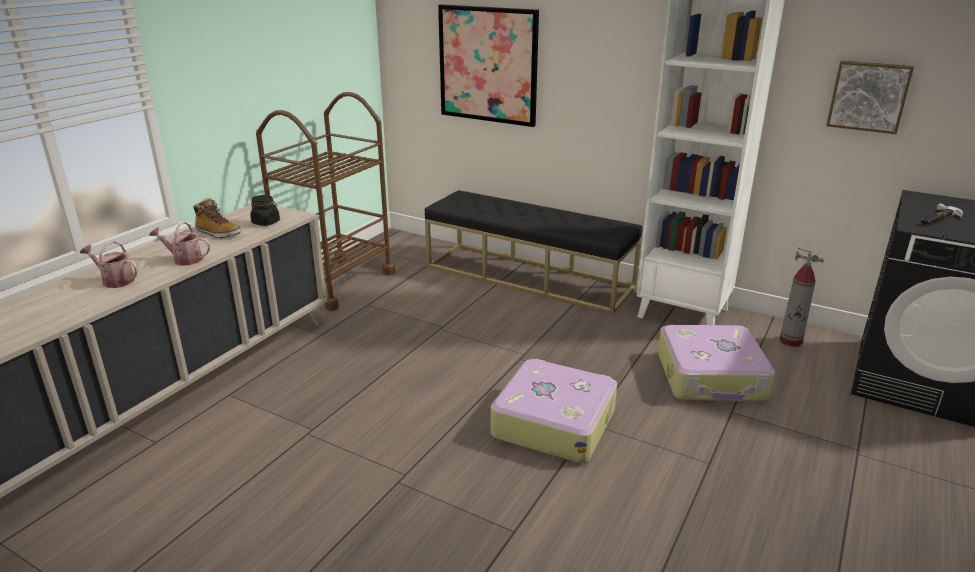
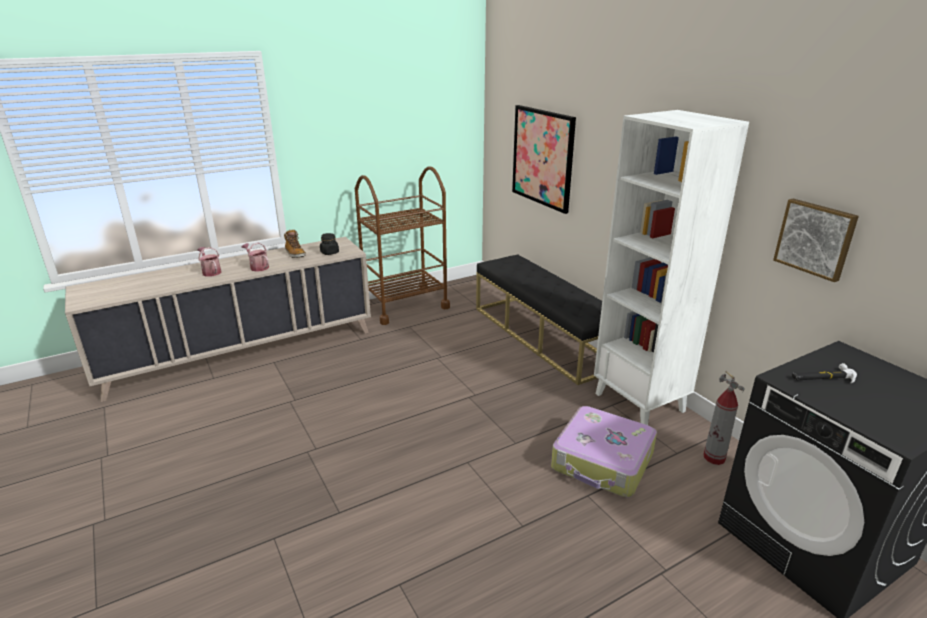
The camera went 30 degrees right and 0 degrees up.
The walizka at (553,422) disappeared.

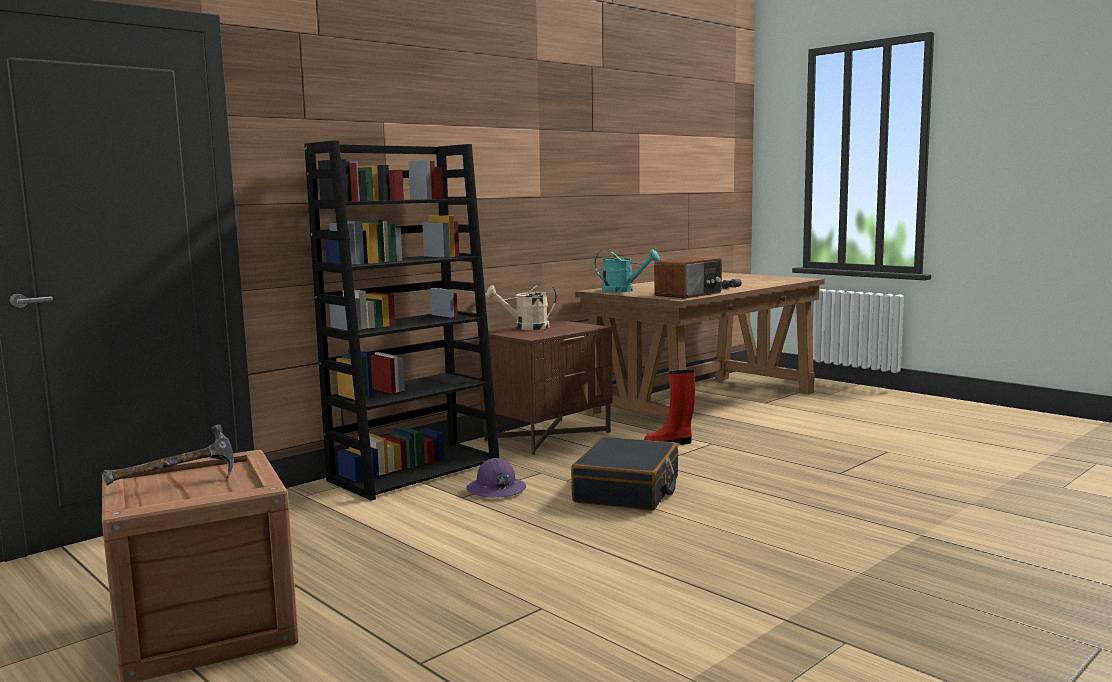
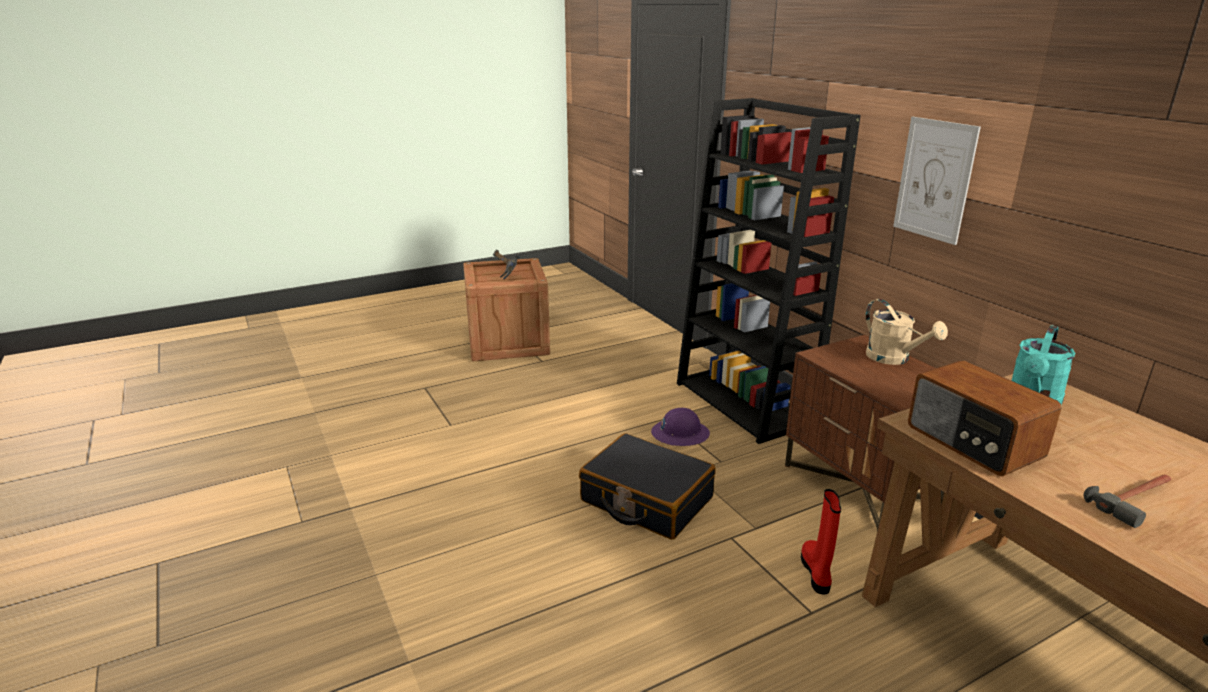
The camera went 105 degrees right and 15 degrees up.
The konewka [beżowy] at (526,328) turned 150 degrees clockwise.
The obraz at (934,180) appeared.

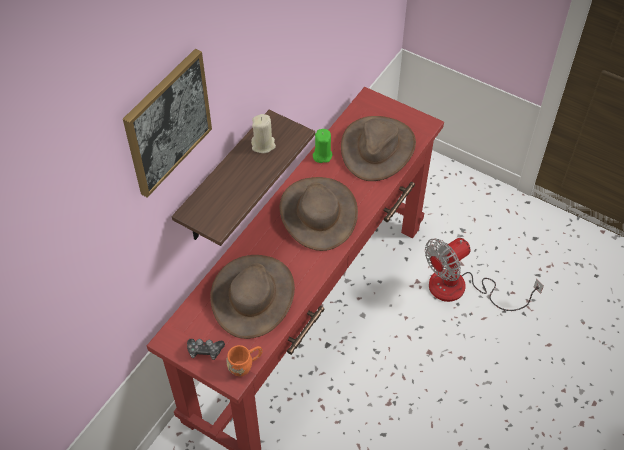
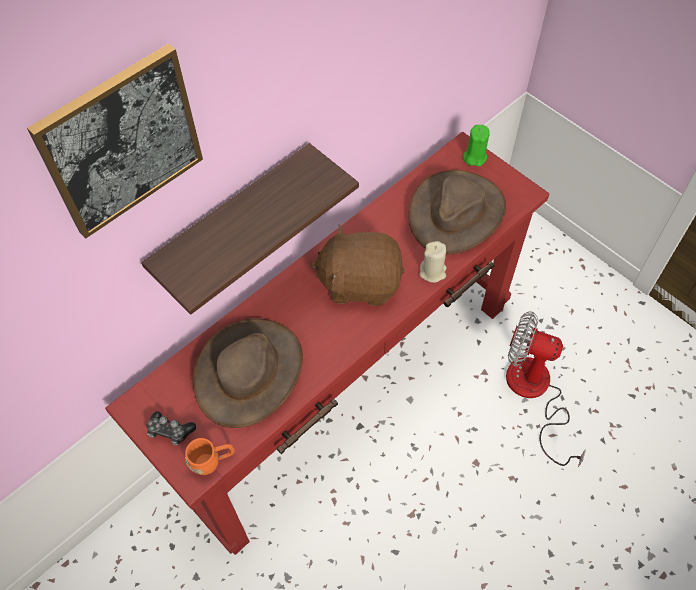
The camera went 15 degrees right and 5 degrees up.
The świeca [beżowy] moved from (263,145) to (433,272).
The kapelusz [brązowy] at (318,213) was replaced by the pluszak [brązowy] at (360,282).
The świeca [zielony] moved from (322,155) to (474,157).
The wentylator at (461,289) turned 45 degrees clockwise.

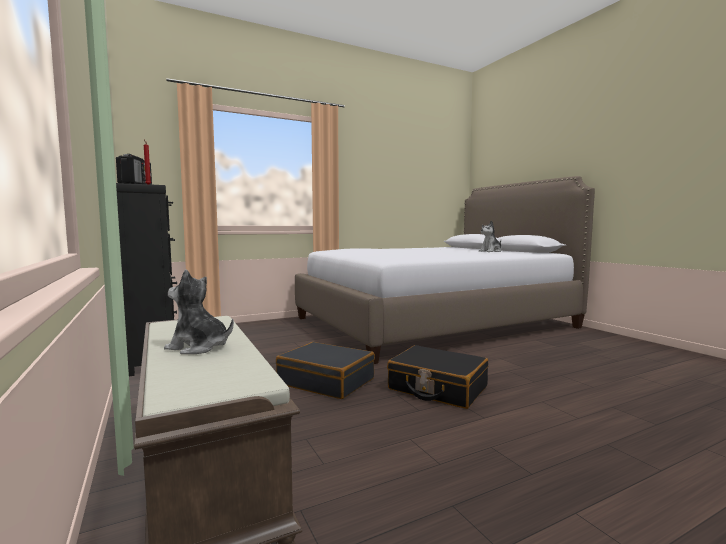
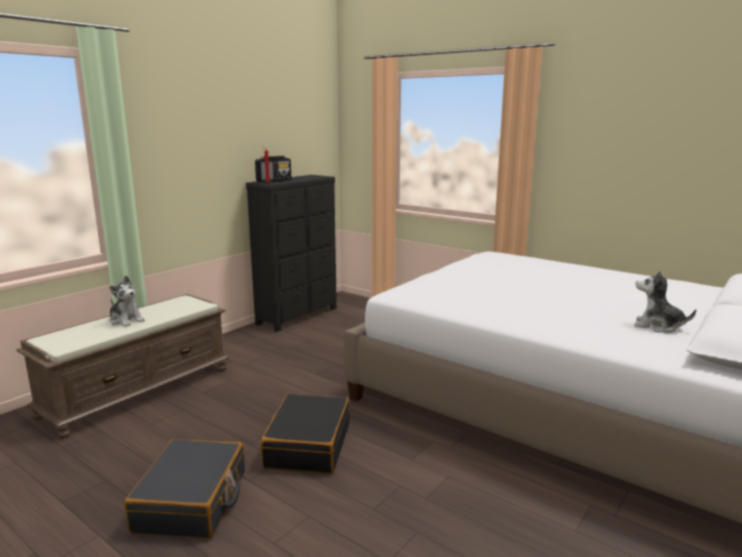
The camera went 65 degrees right and 10 degrees up.
The pluszak at (199,347) turned 135 degrees clockwise.
The walizka [czarny] moved from (326,381) to (192,501).

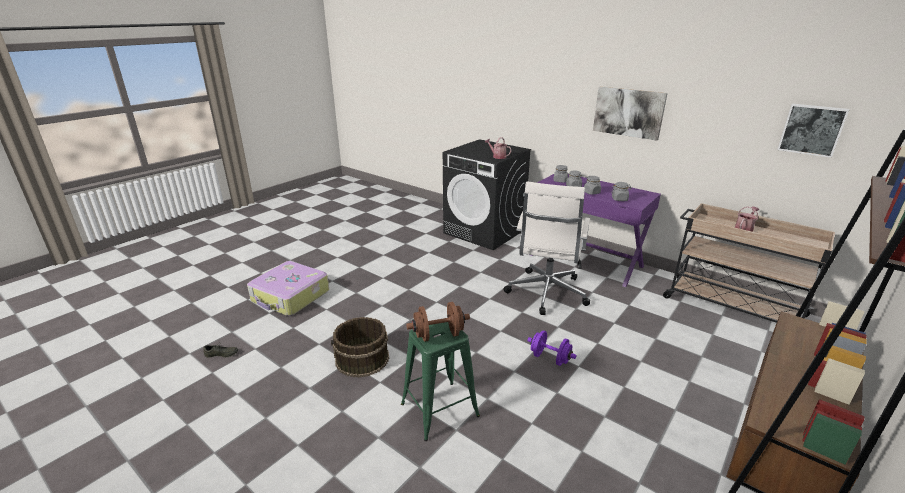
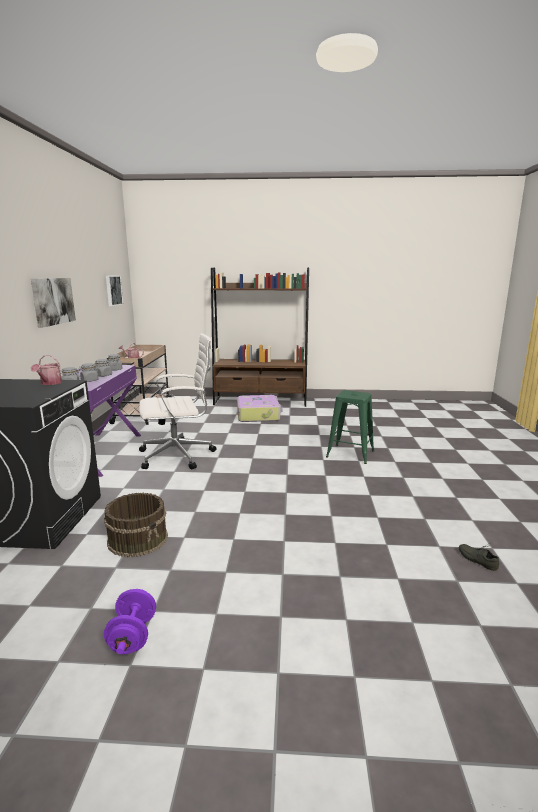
The camera went 125 degrees left and 10 degrees down.
The walizka moved from (290,297) to (258,415).
The wiadro [brązowy] moved from (362,359) to (138,539).
The hantel [brązowy] at (438,335) disappeared.
The hantel [fioletowy] moved from (550,358) to (133,636).

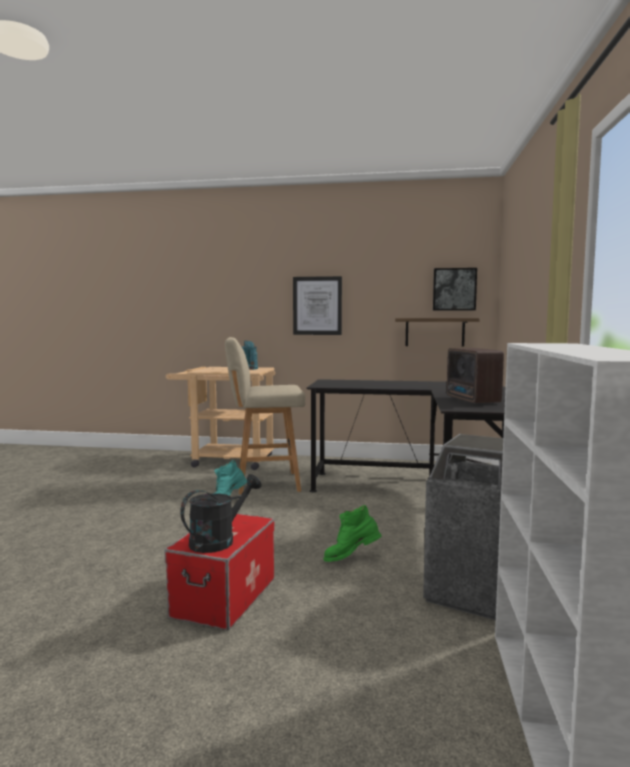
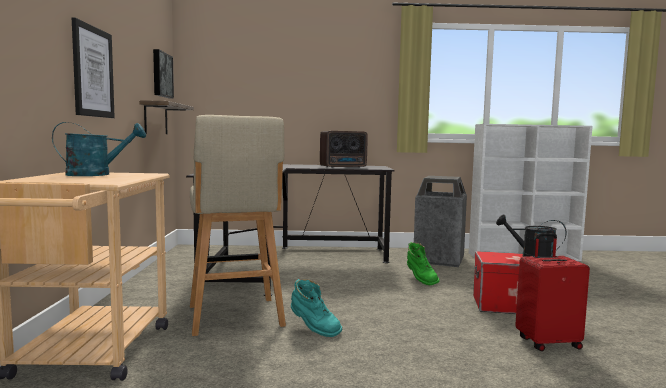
The camera went 100 degrees left and 0 degrees up.
The walizka [czerwony] at (547,343) appeared.

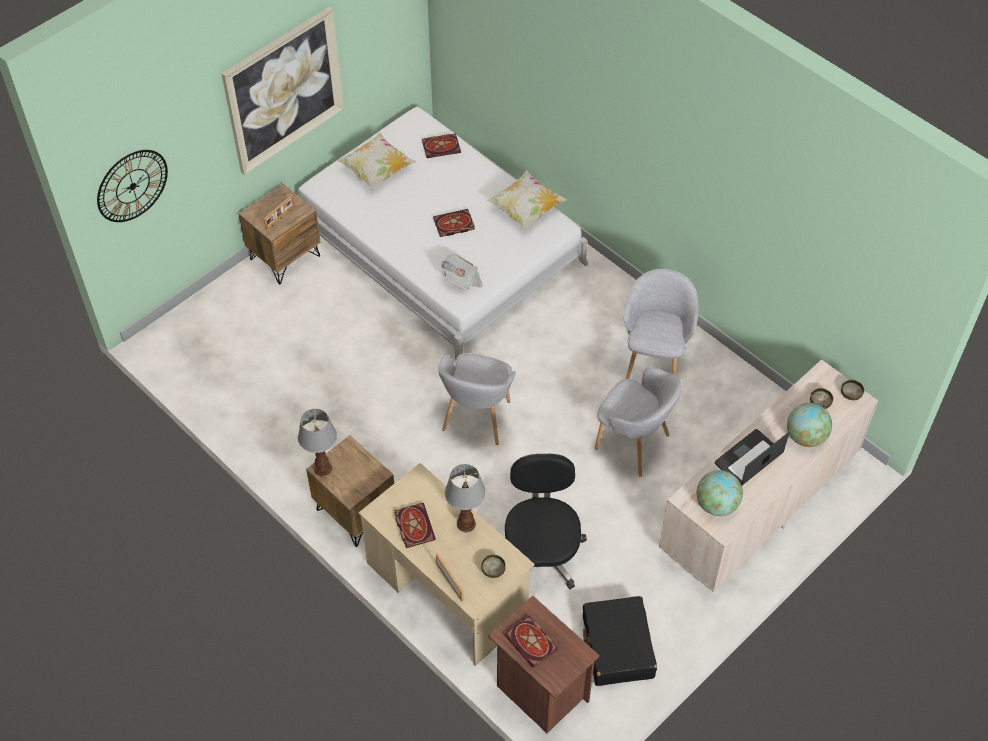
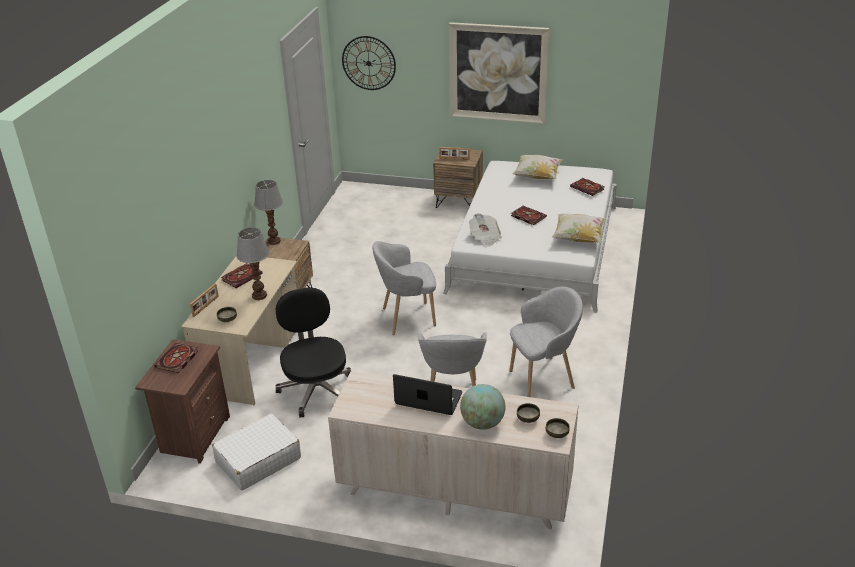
The camera went 60 degrees right and 20 degrees down.
The krzesło biurowe [czarny] at (541,552) turned 75 degrees counterclockwise.
The walizka [czarny] at (617,647) became the walizka [biały] at (258,460).
The globus at (716,504) disappeared.

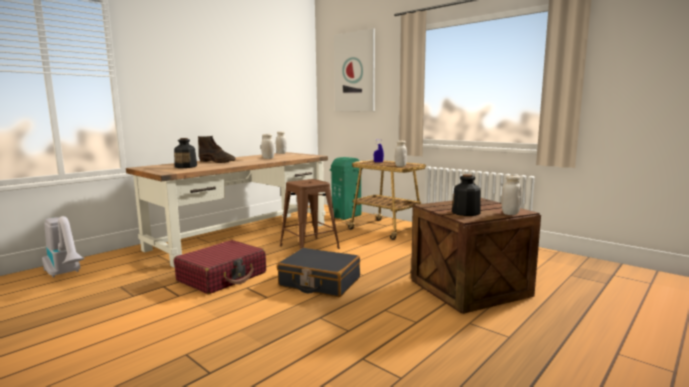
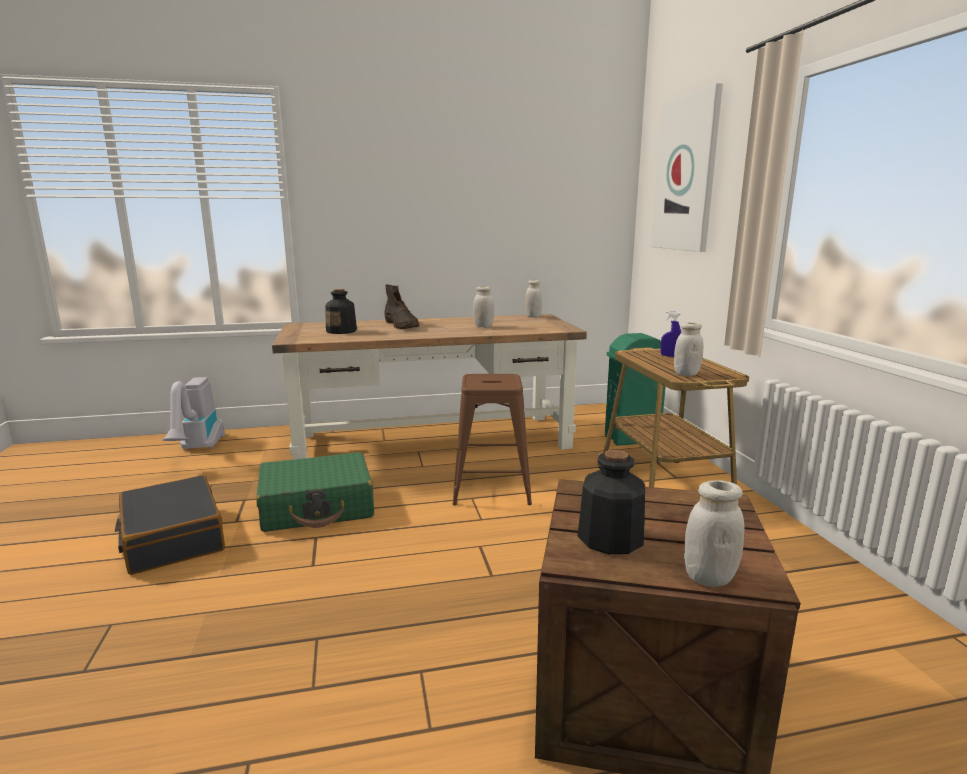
The camera went 35 degrees right and 5 degrees up.
The walizka [czerwony] at (222,277) became the walizka [zielony] at (317,507).
The walizka [czarny] moved from (319,282) to (172,538).

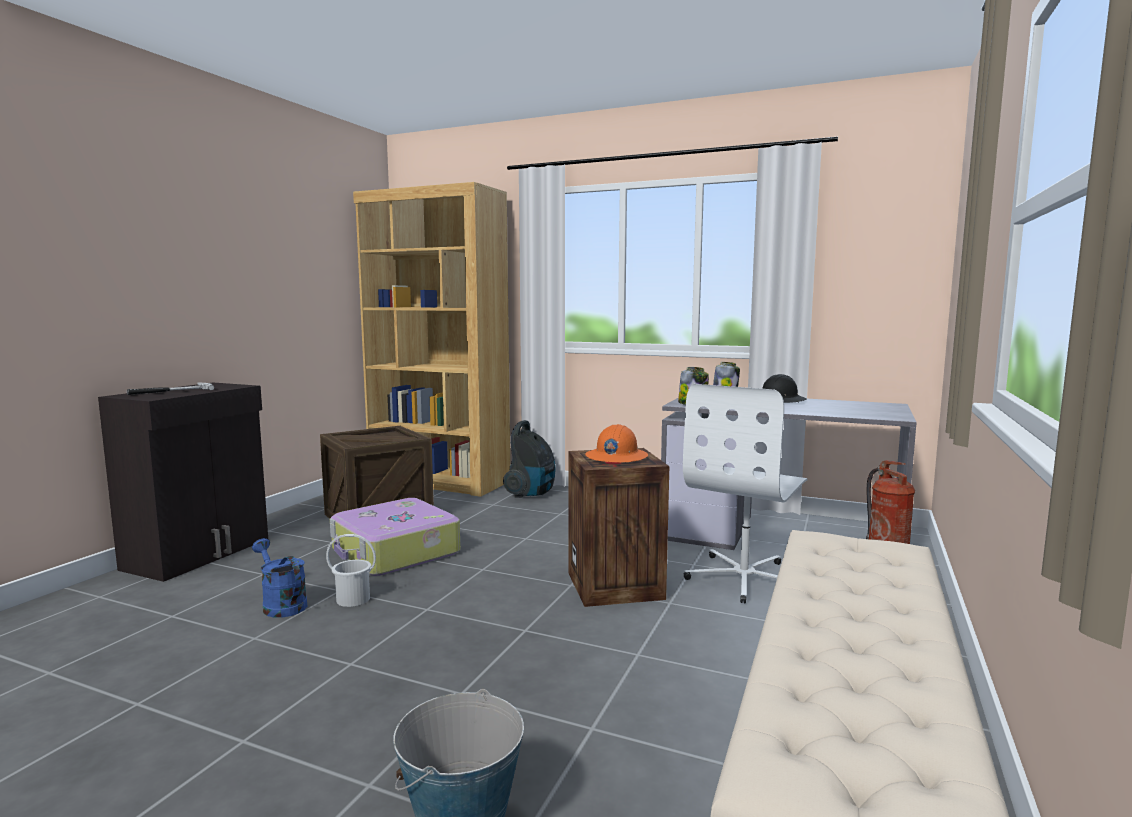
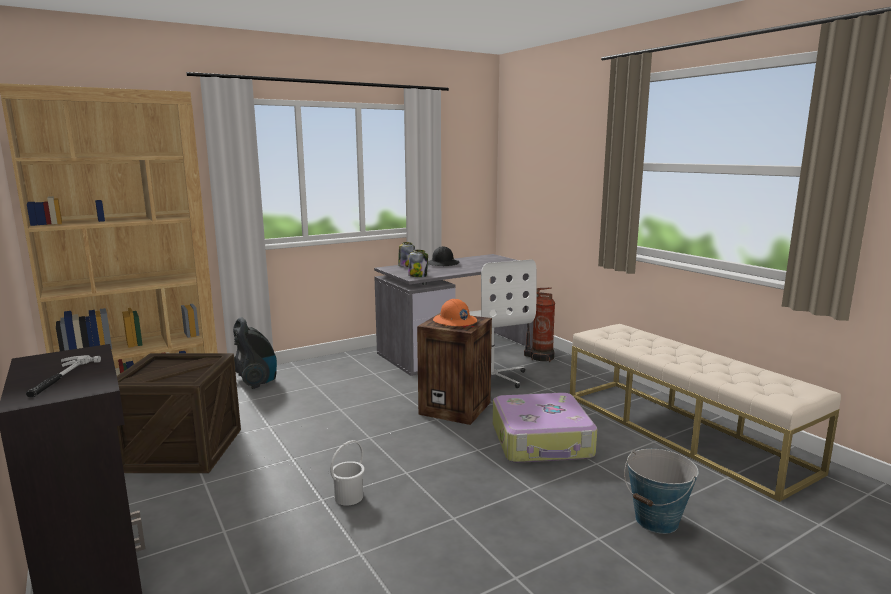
The camera went 55 degrees left and 5 degrees up.
The konewka [niebieski] at (281,604) disappeared.
The walizka moved from (395,552) to (542,441).

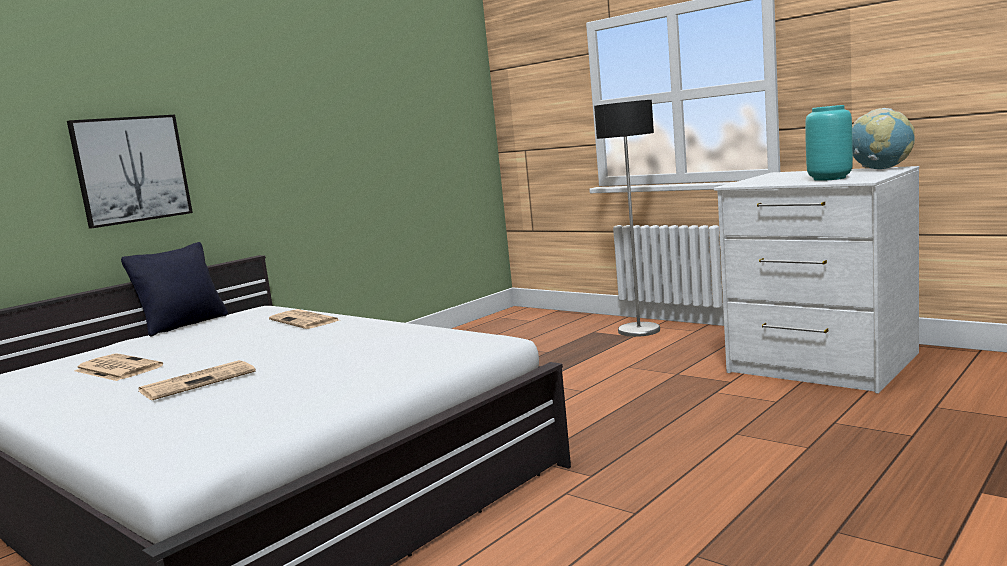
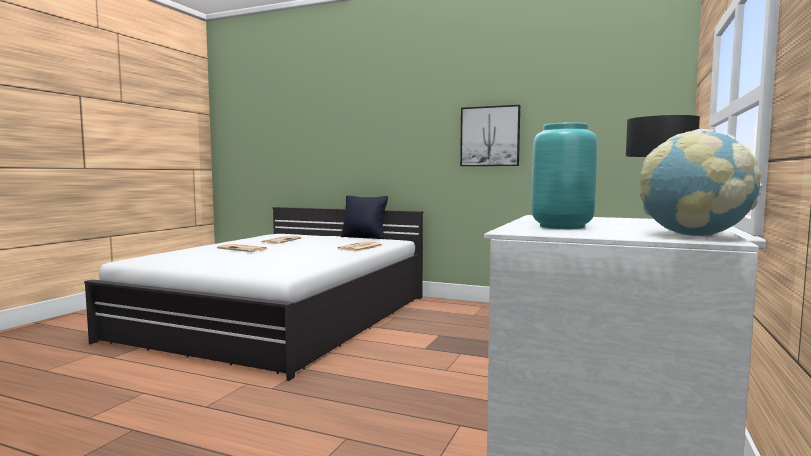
The camera went 70 degrees right and 5 degrees down.
The obraz moved from (131,169) to (490,136).

